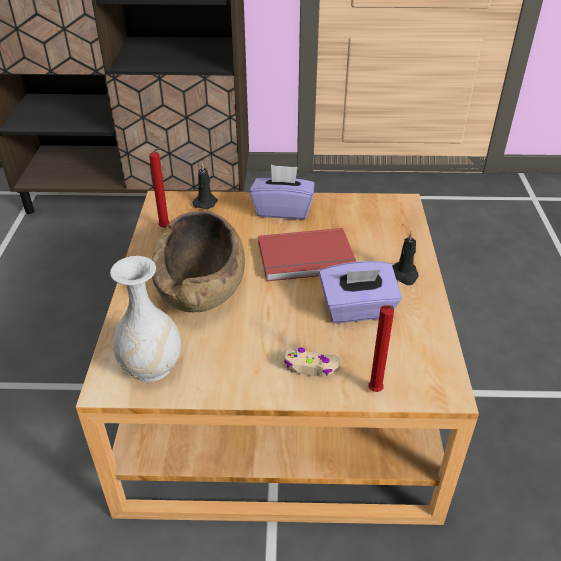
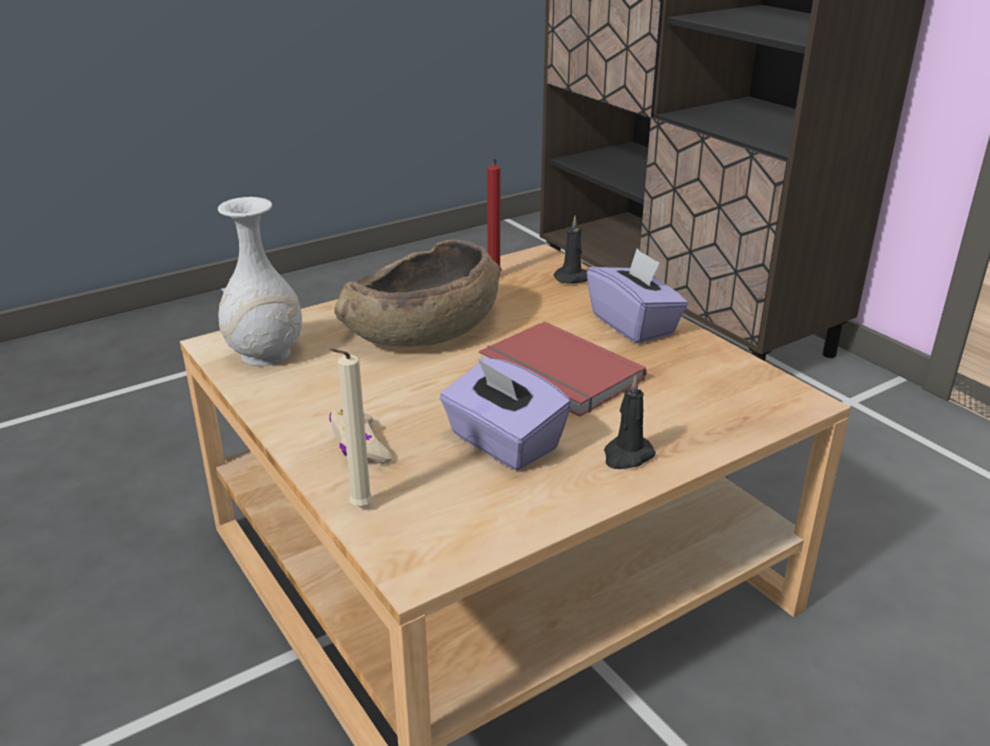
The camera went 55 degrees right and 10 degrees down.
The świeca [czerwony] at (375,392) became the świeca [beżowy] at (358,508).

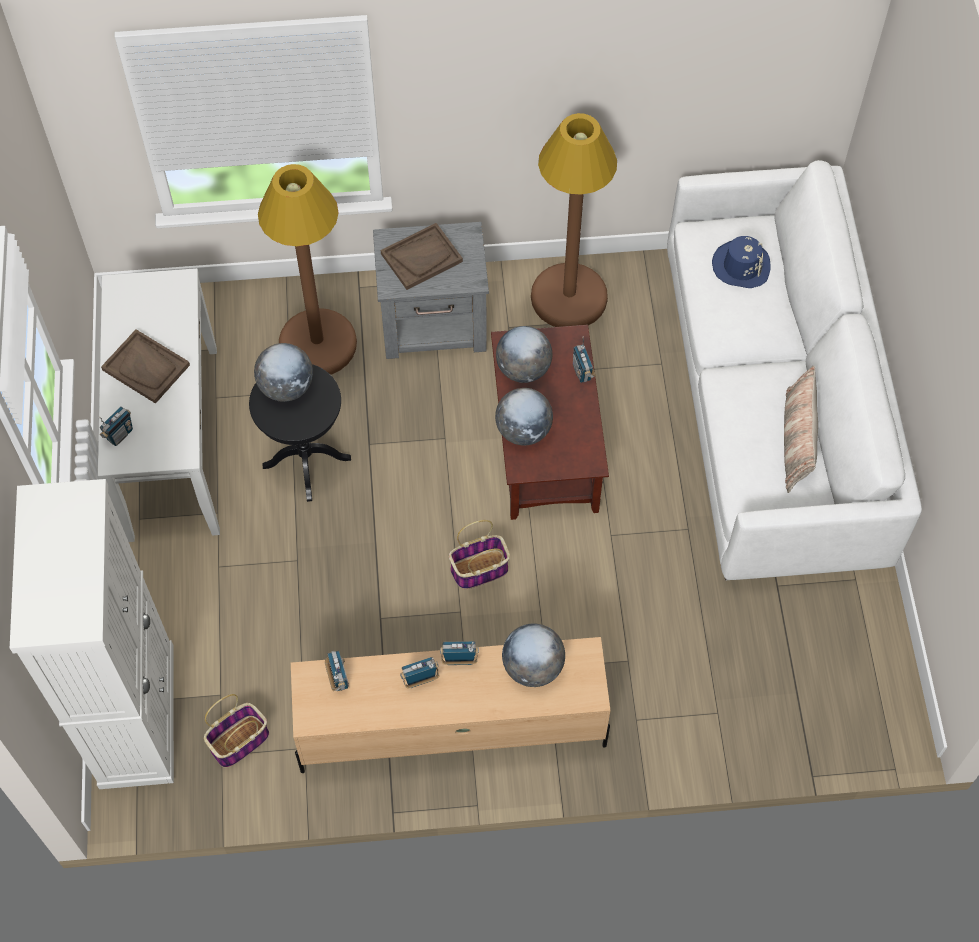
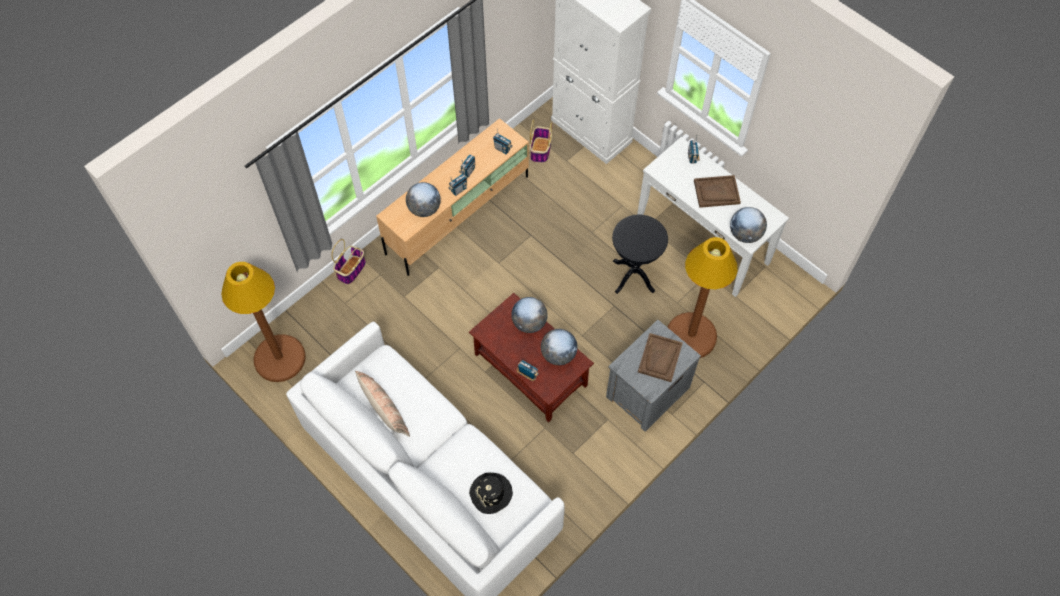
The camera went 140 degrees right and 0 degrees up.
The globus moved from (286,387) to (745,234).
The koszyk moved from (479,570) to (351,269).
The lampa stojąca [brązowy] moved from (569,297) to (279,358).
The kapelusz [niebieski] at (741,266) became the kapelusz [czarny] at (491,493).

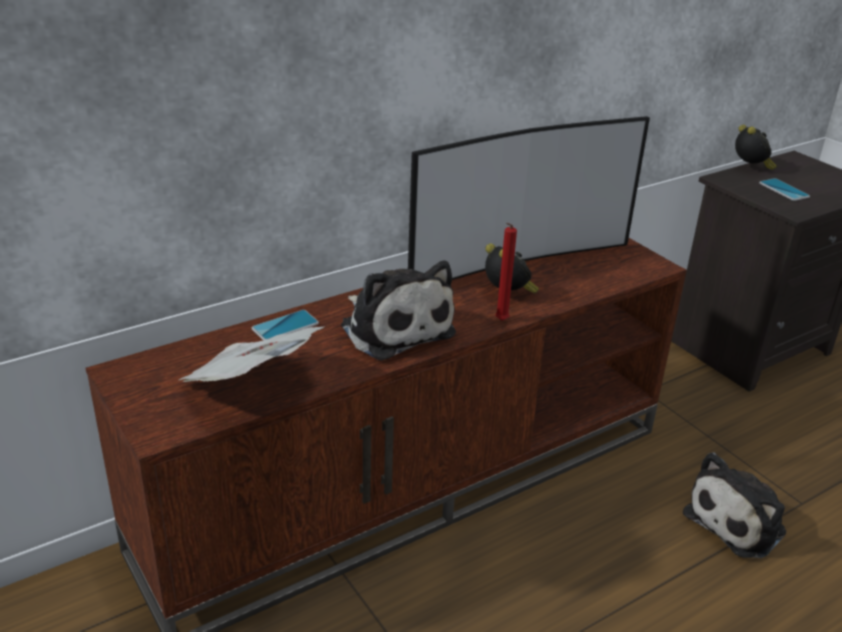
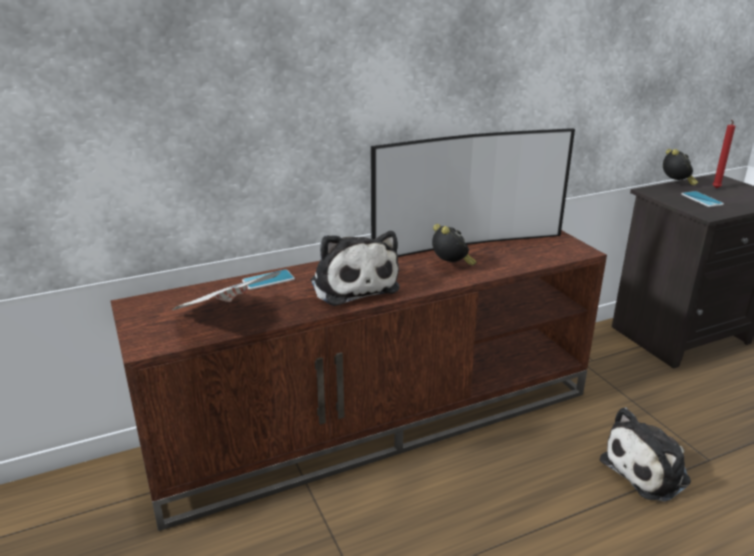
The camera went 10 degrees right and 5 degrees down.
The świeca [czerwony] moved from (500,321) to (715,188).

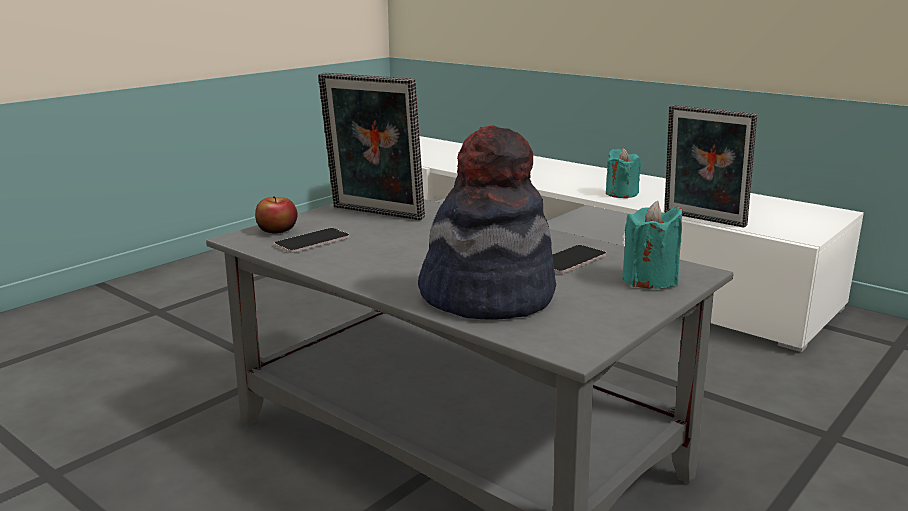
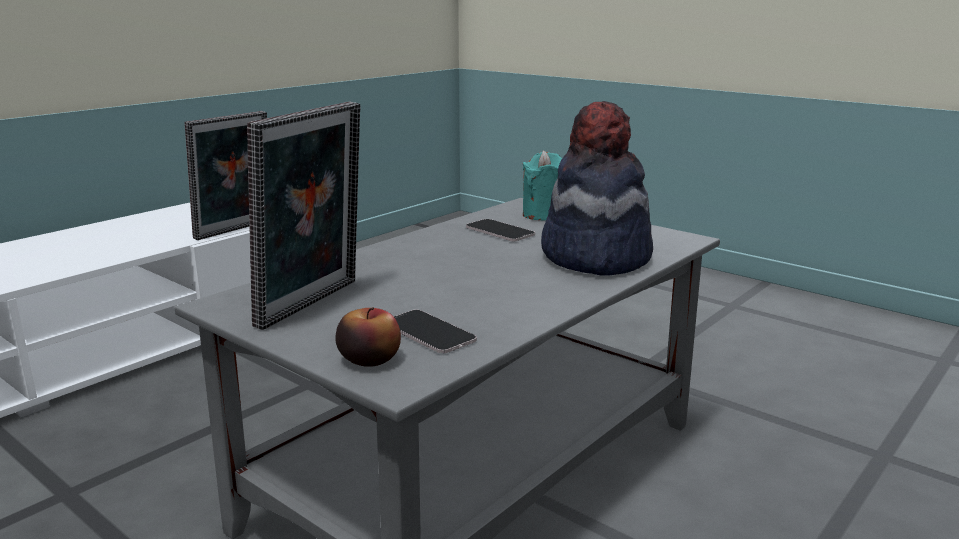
The camera went 90 degrees left and 0 degrees up.
The świeca [turkusowy] at (621,194) disappeared.

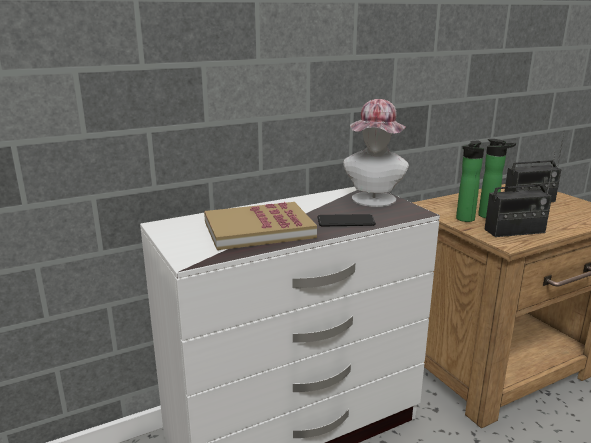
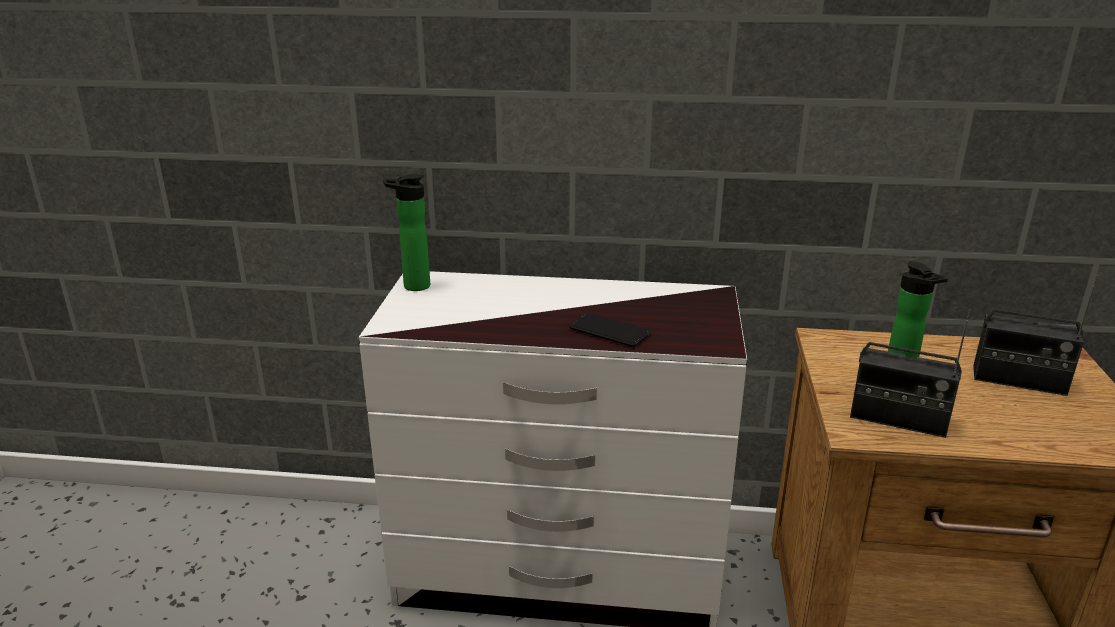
The camera went 35 degrees right and 5 degrees up.
The książka at (258,229) disappeared.
The kapelusz at (373,201) disappeared.
The butelka moved from (464,219) to (412,286).

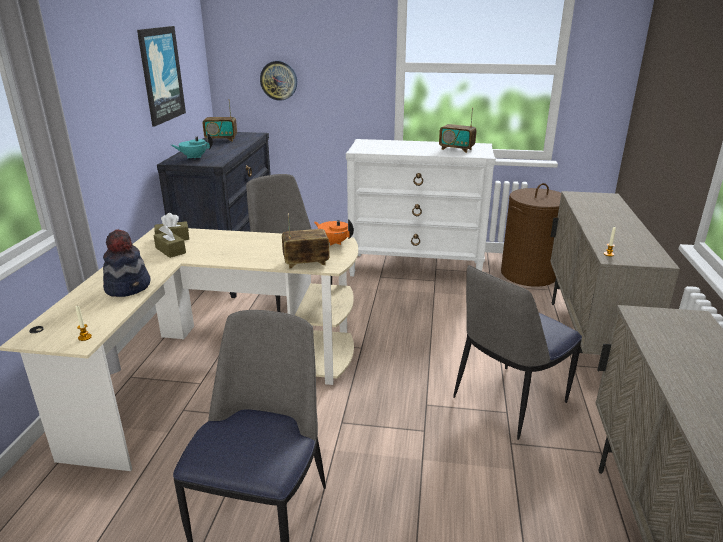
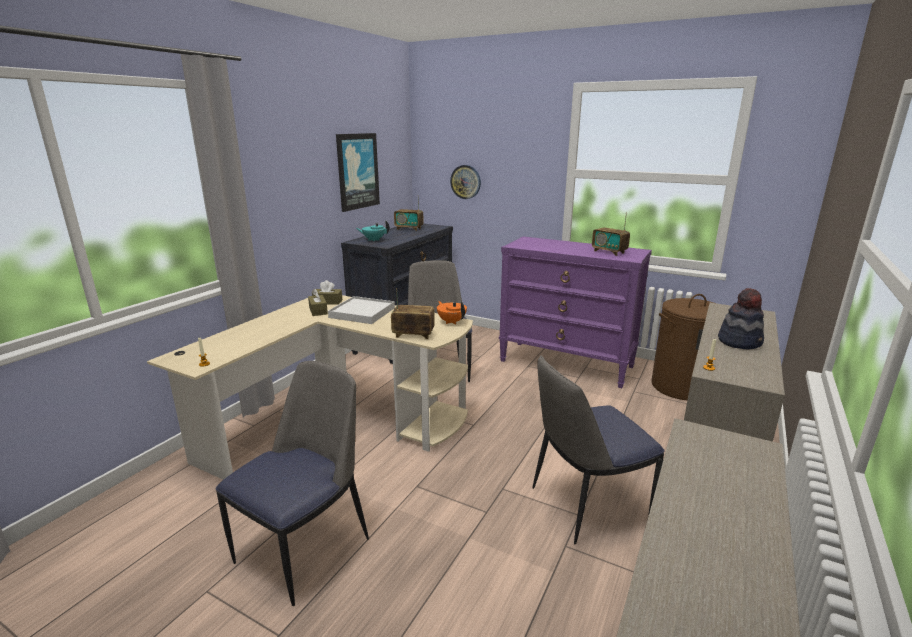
The camera went 20 degrees right and 5 degrees down.
The kapelusz moved from (128,287) to (739,342).
The komoda [biały] at (416,268) became the komoda [fioletowy] at (566,363).
The taca [biały] at (362,313) appeared.

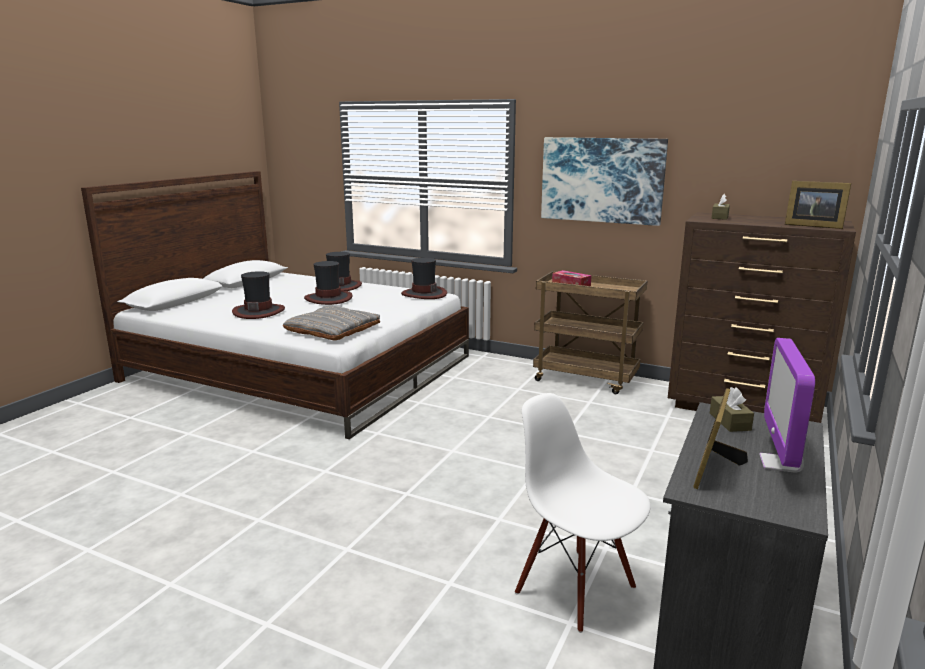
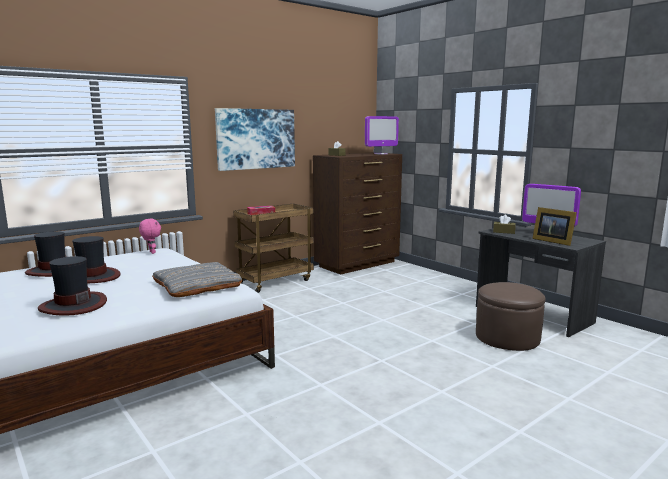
The camera went 65 degrees left and 5 degrees down.
The kapelusz at (424,294) was replaced by the pluszak [różowy] at (151,252).
The krzesło [biały] at (576,589) was replaced by the pufa [brązowy] at (507,337).
The ramka na zdjęcie at (811,225) was replaced by the monitor at (380,154).

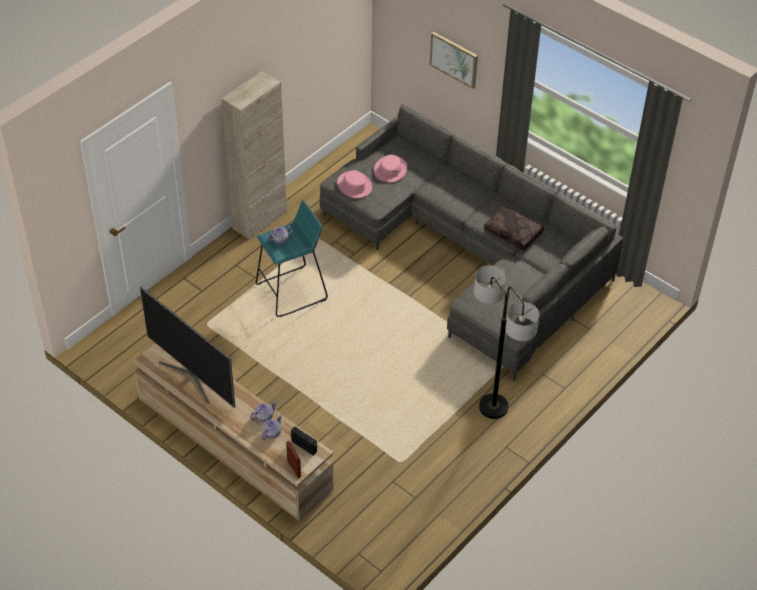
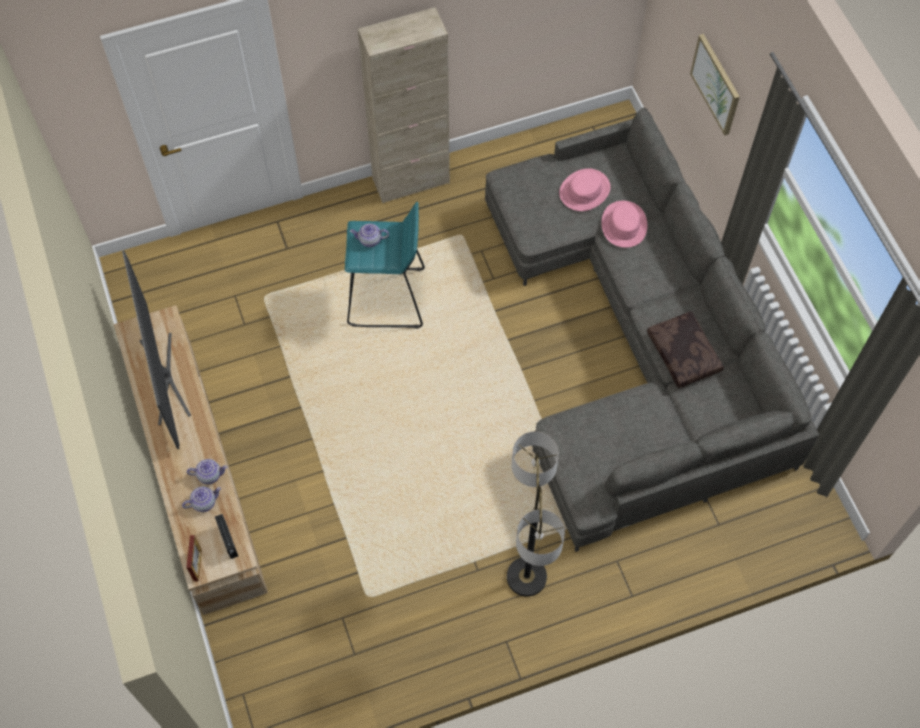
The camera went 30 degrees right and 15 degrees up.
The kapelusz [różowy] moved from (354,185) to (623,225).

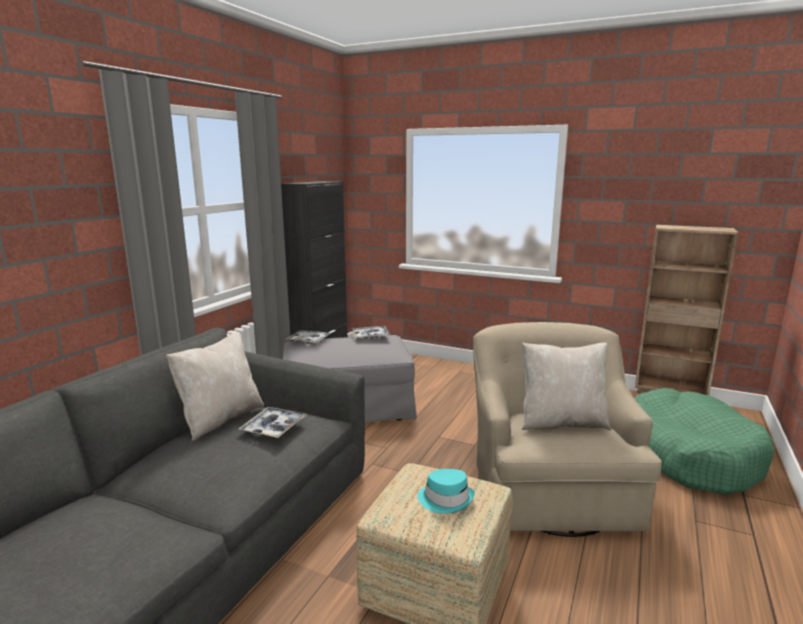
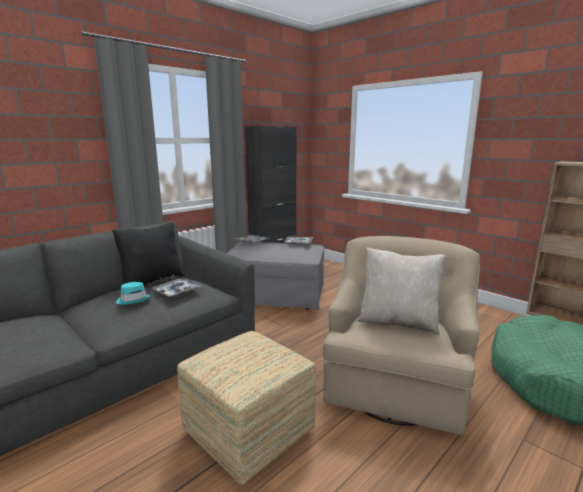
The camera went 20 degrees right and 0 degrees up.
The poduszka [beżowy] at (220,419) became the poduszka [czarny] at (152,281).
The kapelusz [turkusowy] moved from (446,499) to (133,300).

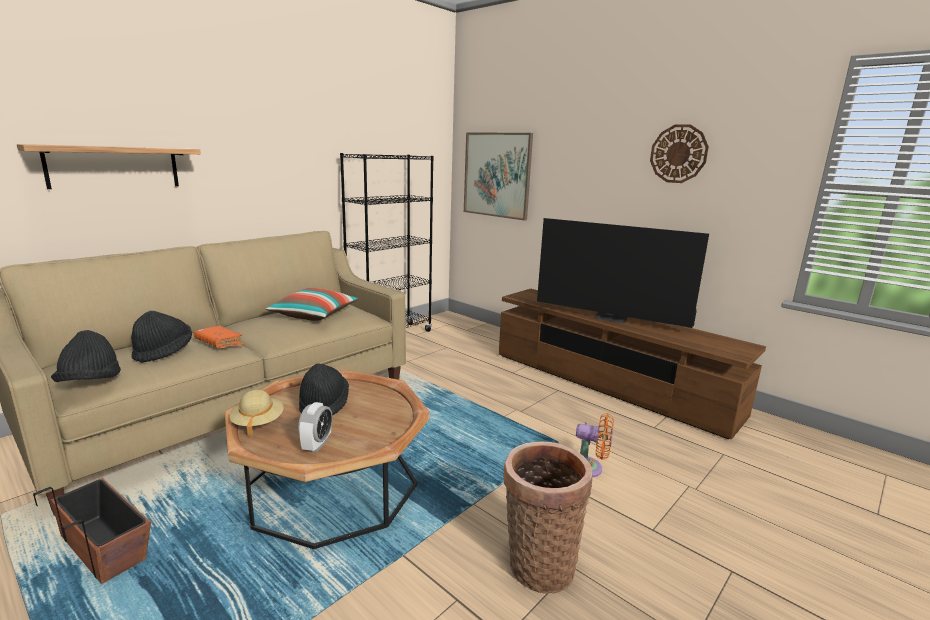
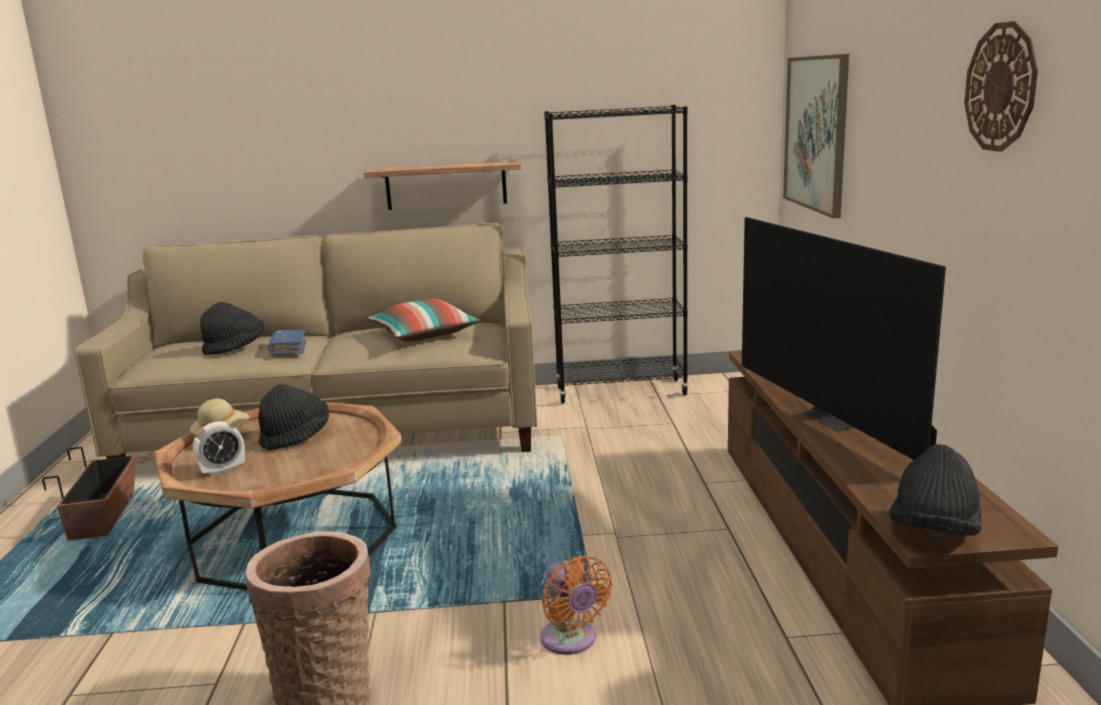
The camera went 45 degrees right and 0 degrees up.
The półka moved from (114,167) to (446,185).
The kapelusz [czarny] moved from (90,382) to (934,532).
The książka [pomarańczowy] at (219,343) became the książka [niebieski] at (288,349).

